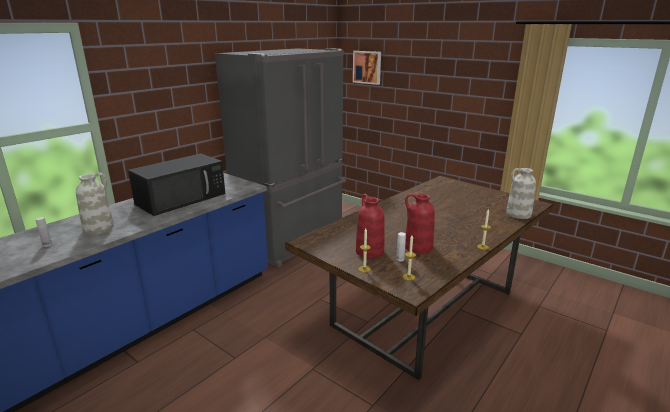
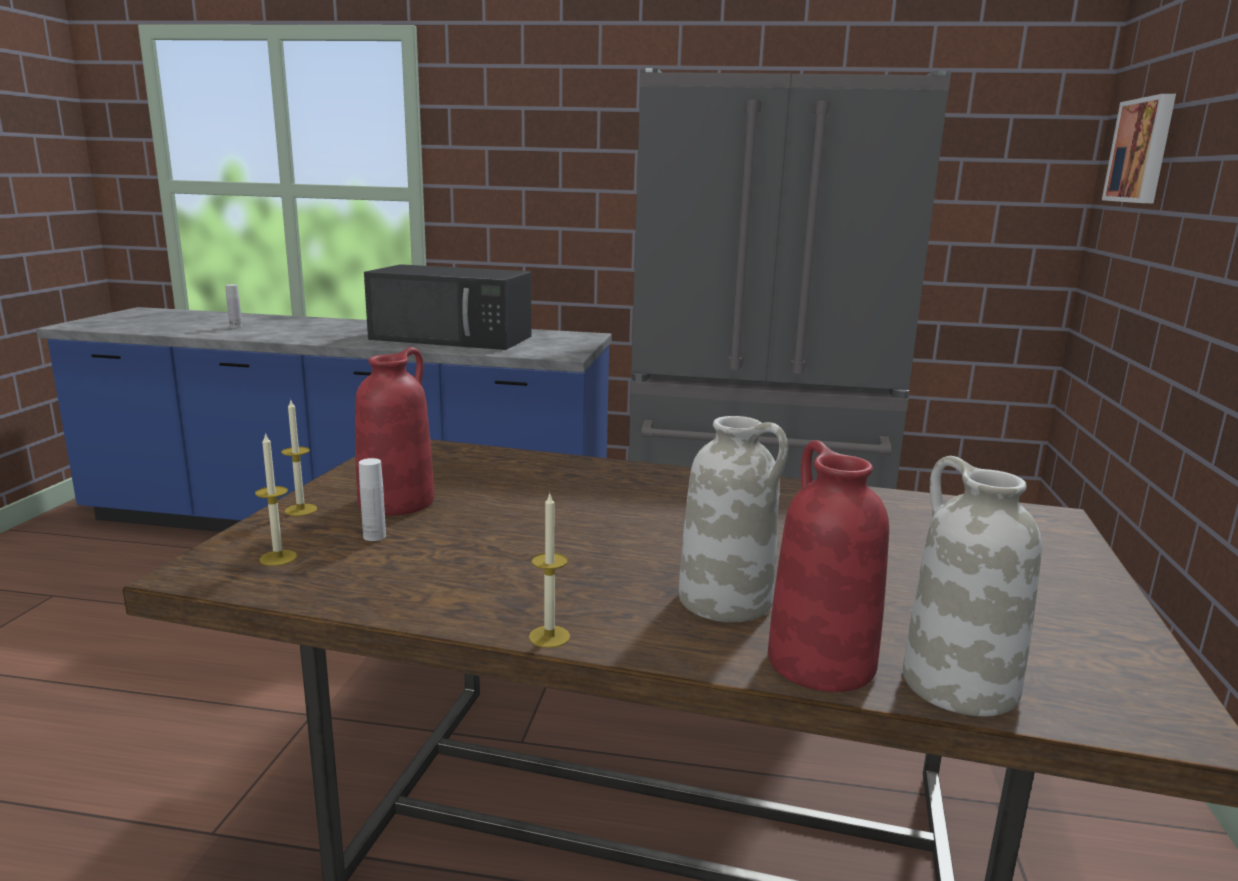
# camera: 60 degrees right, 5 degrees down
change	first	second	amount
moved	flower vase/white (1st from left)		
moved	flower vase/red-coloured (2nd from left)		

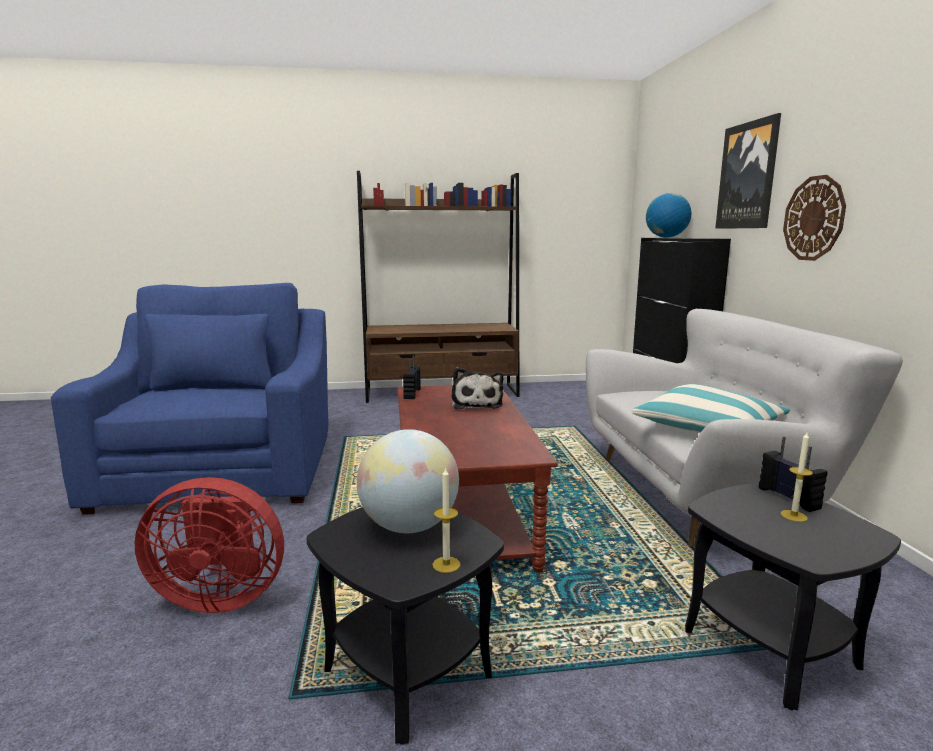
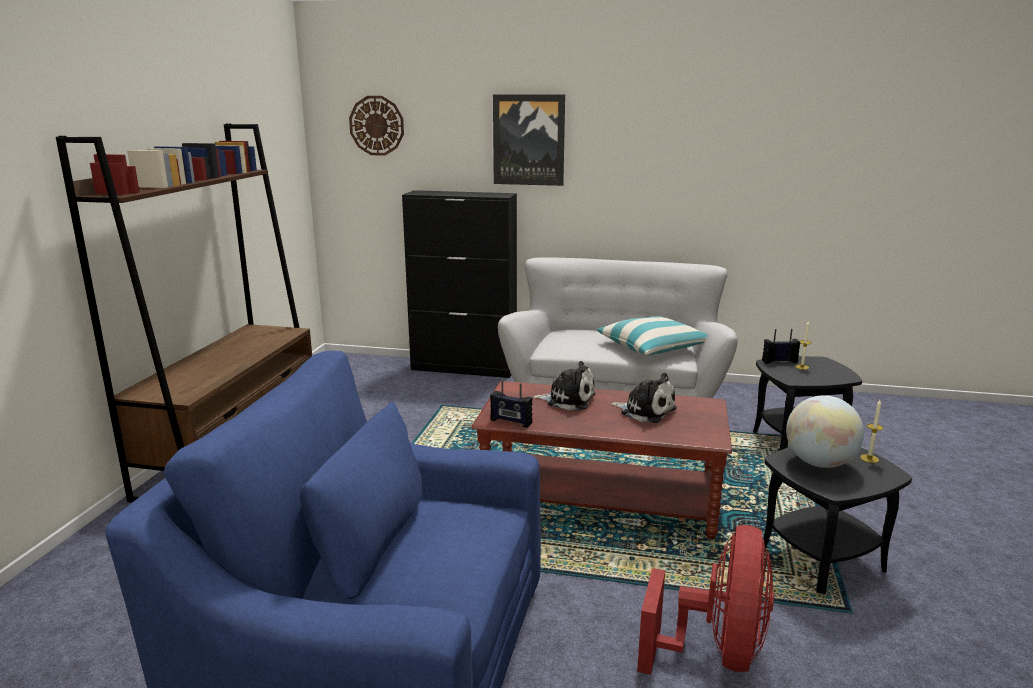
# camera: 70 degrees left, 5 degrees up
change	first	second	amount
moved	hanging clock		
added		cuddly toy (2nd from left)	
removed	world globe (2nd from left)		

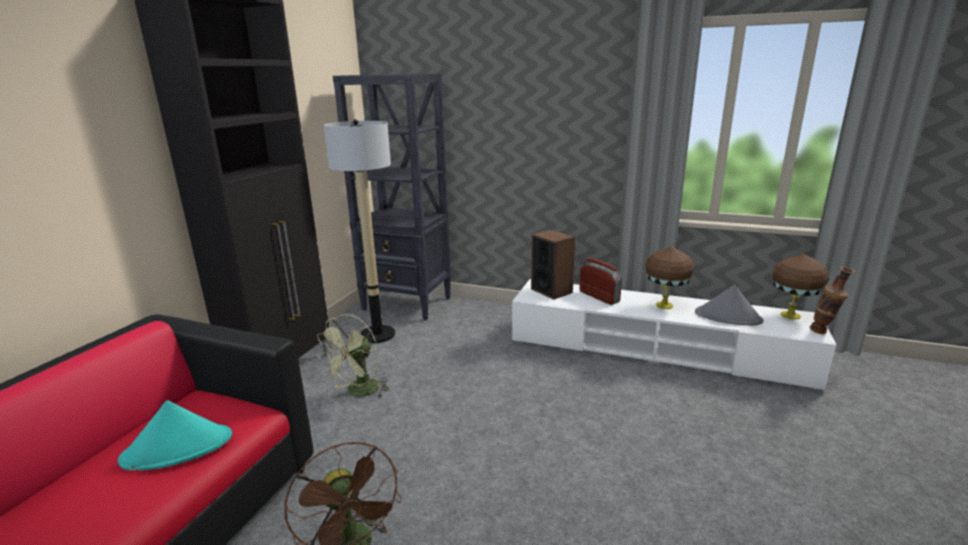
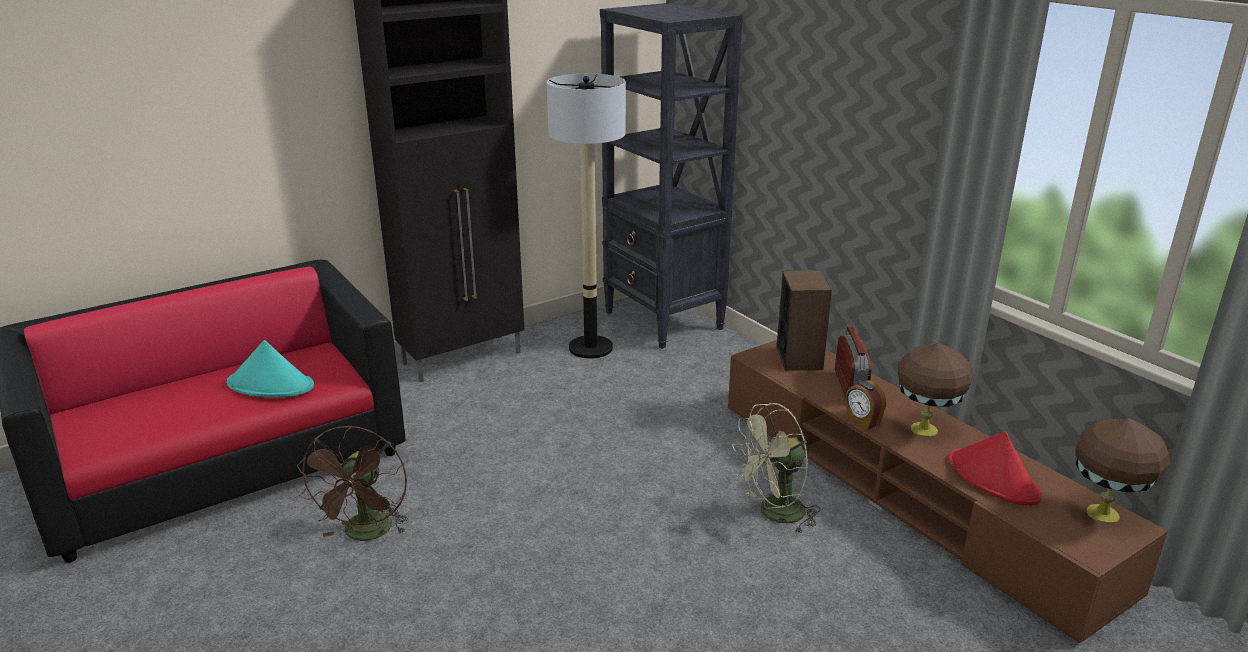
# camera: 35 degrees right, 5 degrees up
change	first	second	amount
recoloured	tv unit/white	tv unit/brown-coloured	
moved	cooling fan/green		
added		bedside clock	
recoloured	wearable hat/gray	wearable hat/red-coloured	
removed	flower vase		

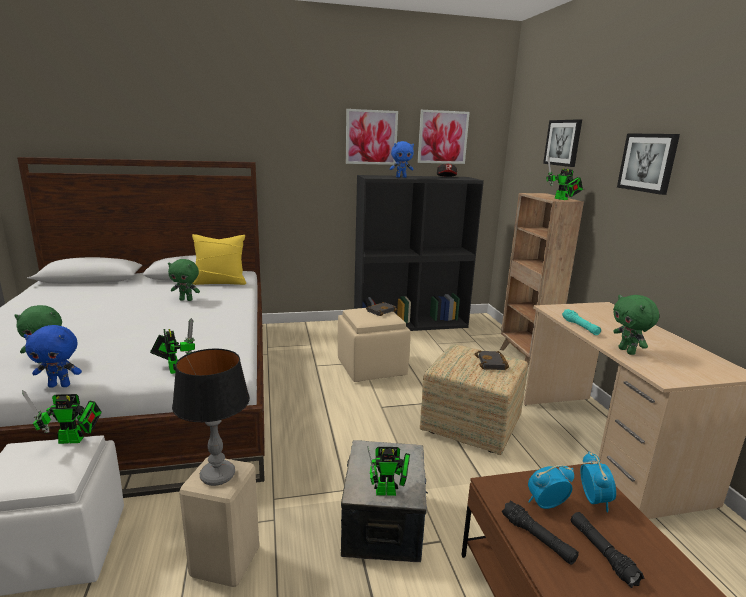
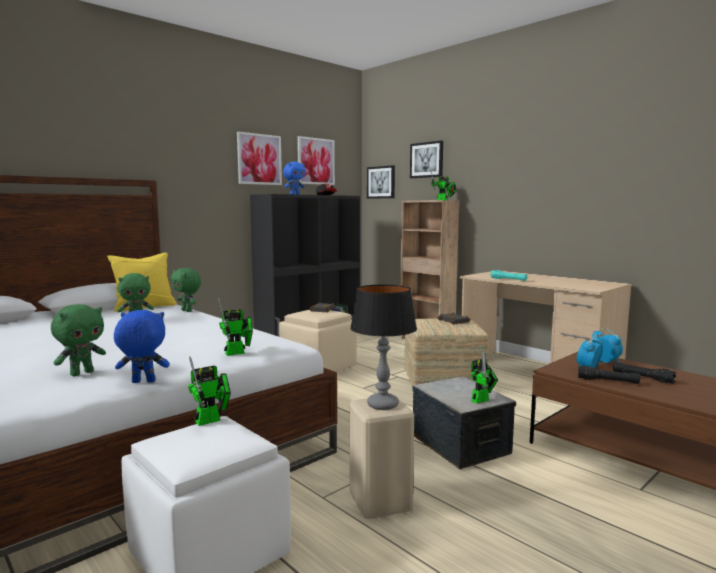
# camera: 30 degrees left, 10 degrees down
change	first	second	amount
turned	cuddly toy/blue-coloured (1st from left)		150 degrees counterclockwise
moved	cuddly toy/green (3rd from left)		
turned	model robot (2nd from left)		120 degrees clockwise
moved	picture (4th from left in the first image)	picture (3rd from left)	

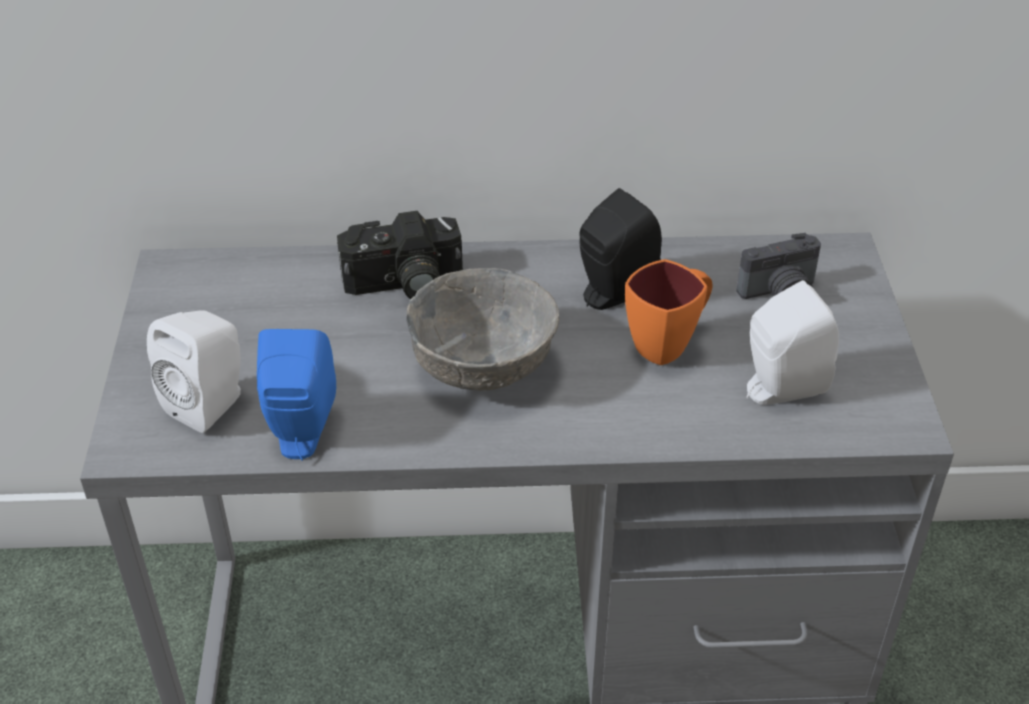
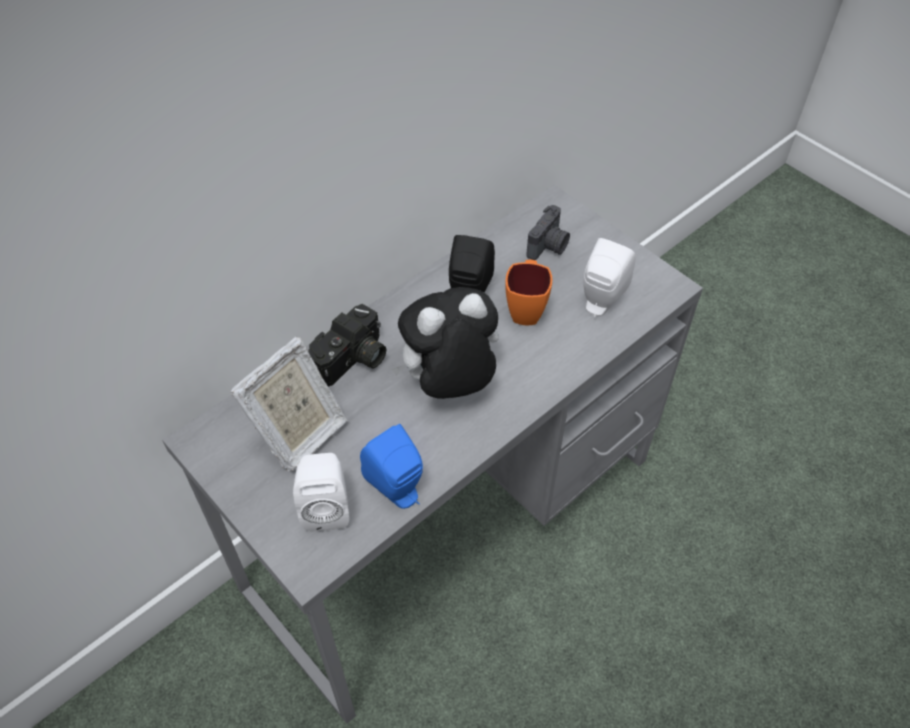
# camera: 40 degrees left, 10 degrees up
change	first	second	amount
added		photo frame	
replaced	bowl/gray	cuddly toy	

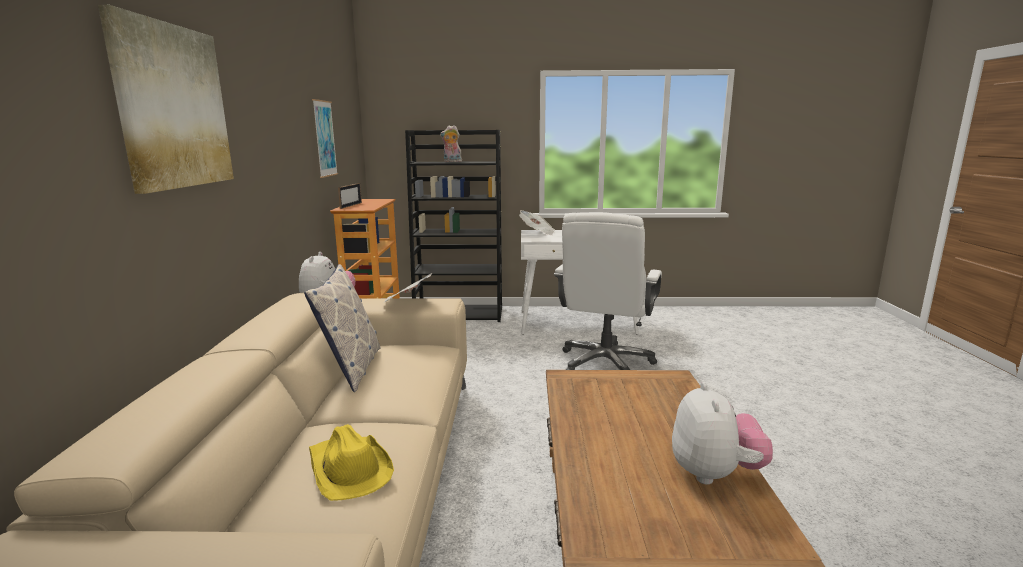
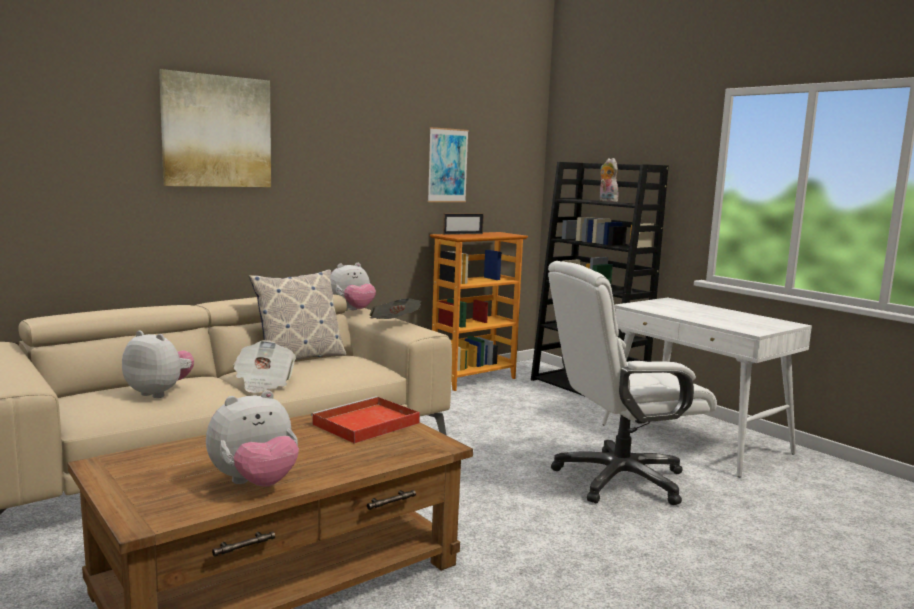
# camera: 50 degrees right, 5 degrees down
change	first	second	amount
replaced	wearable hat/yellow-coloured	cuddly toy (1st from left)	
moved	newspaper (2nd from left in the first image)	newspaper (1st from left)	
added		carrying tray/red-coloured	

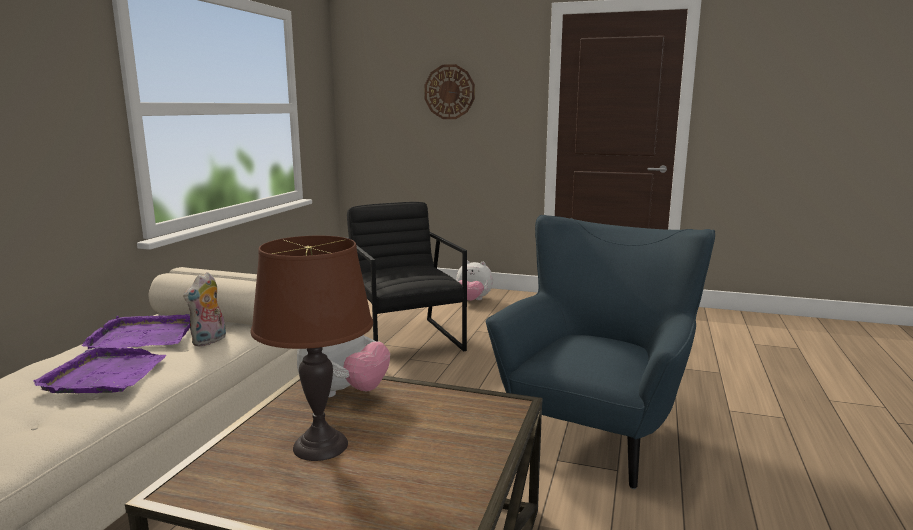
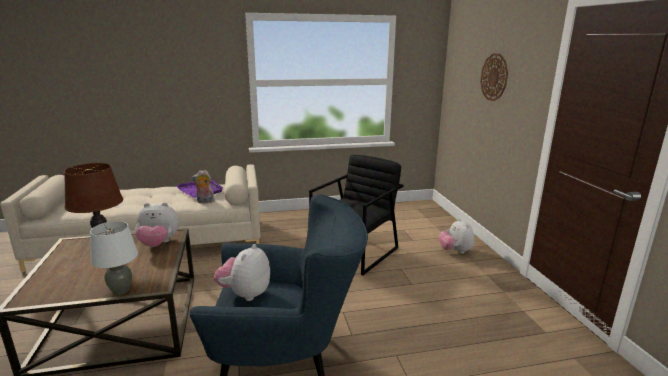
# camera: 60 degrees right, 5 degrees up
change	first	second	amount
added		table lamp/white	
added		cuddly toy (3rd from left)	
removed	carrying tray/purple (1st from left)		

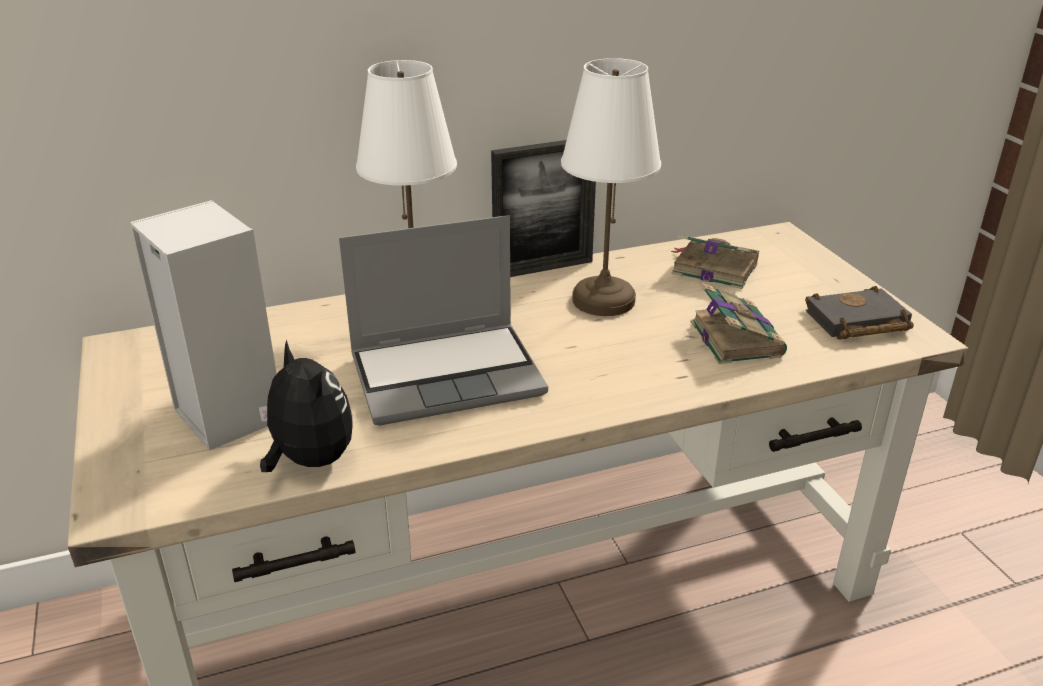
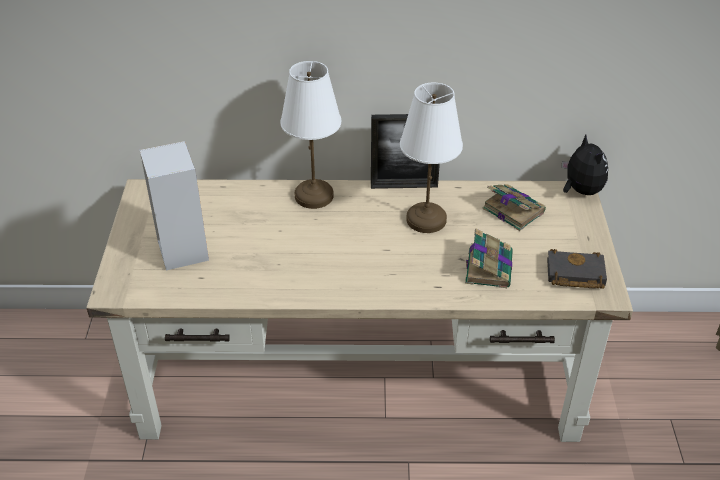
# camera: 20 degrees right, 10 degrees up
change	first	second	amount
moved	cuddly toy		
removed	portable computer		

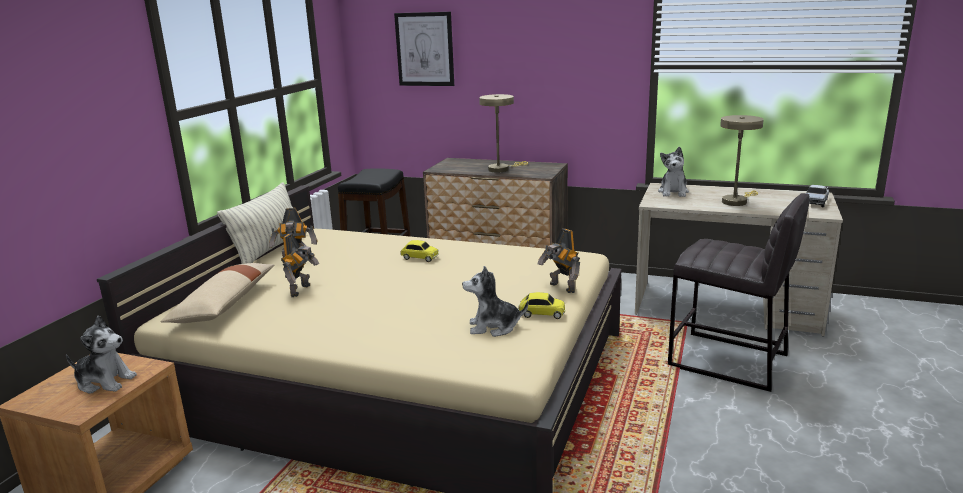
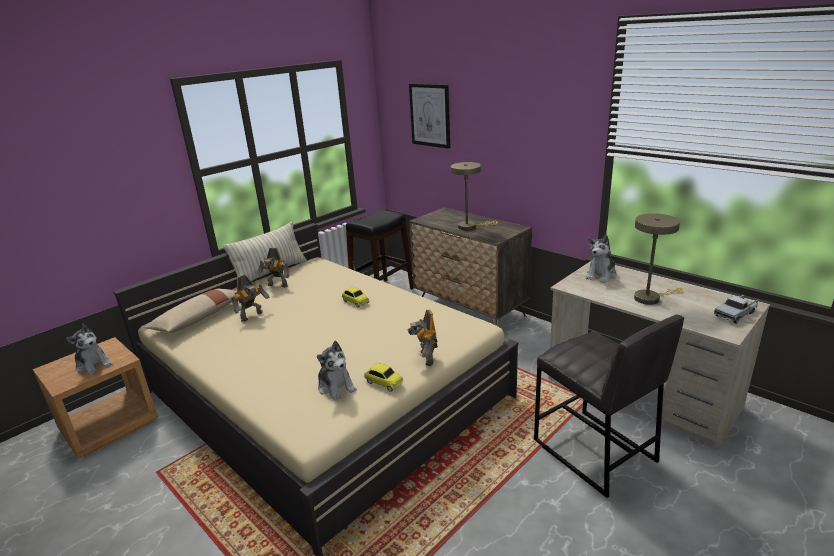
# camera: 25 degrees right, 5 degrees up
change	first	second	amount
turned	cuddly toy (2nd from left)		150 degrees counterclockwise

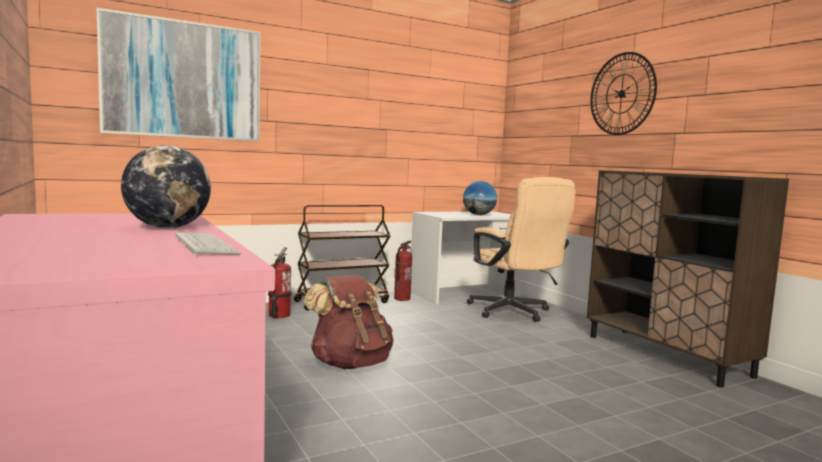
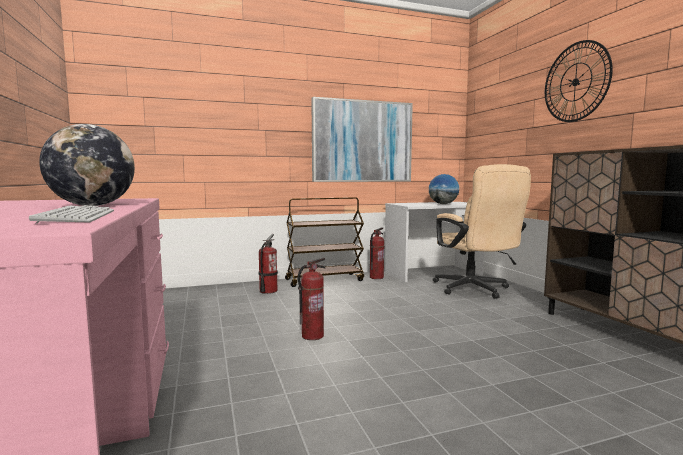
# camera: 10 degrees right, 0 degrees up
change	first	second	amount
replaced	backpack/brown-coloured	fire-fighting cylinder (2nd from left)	
moved	picture		

